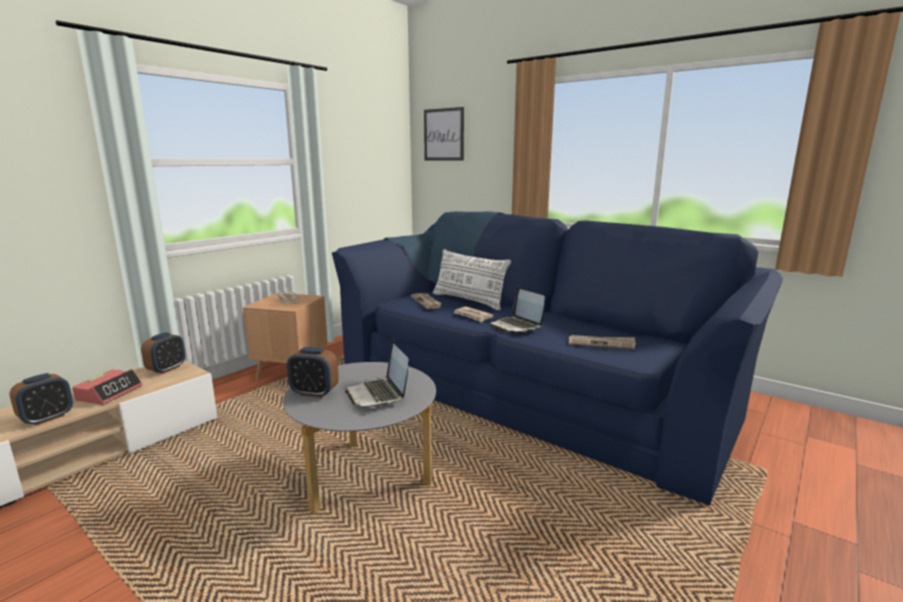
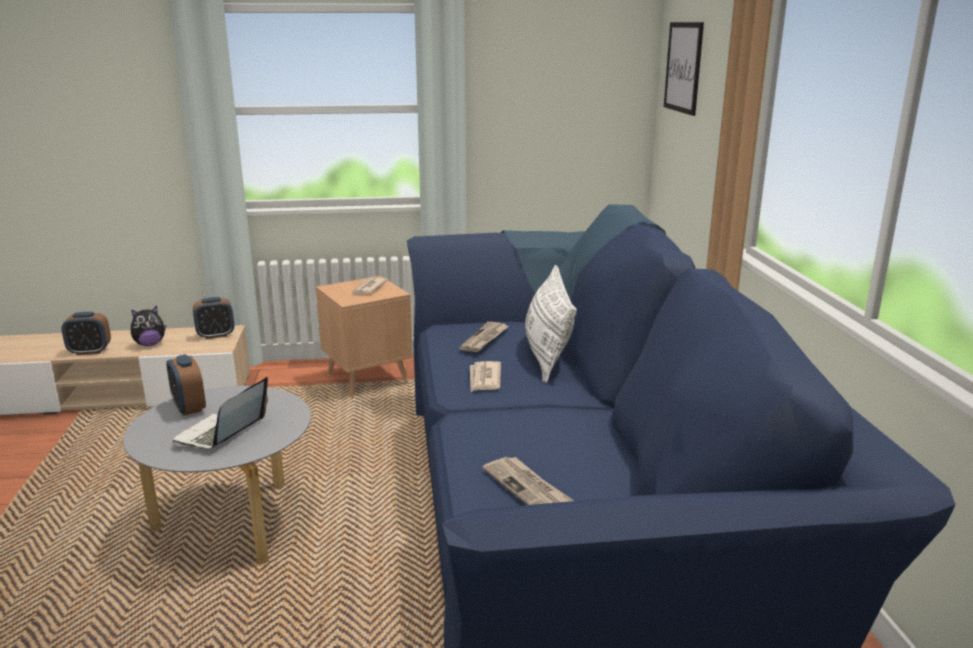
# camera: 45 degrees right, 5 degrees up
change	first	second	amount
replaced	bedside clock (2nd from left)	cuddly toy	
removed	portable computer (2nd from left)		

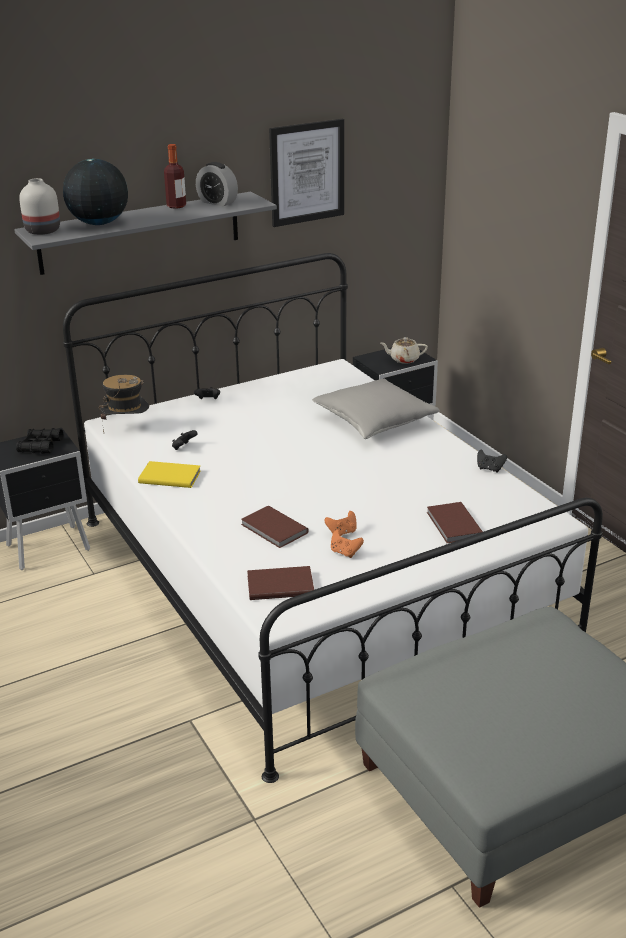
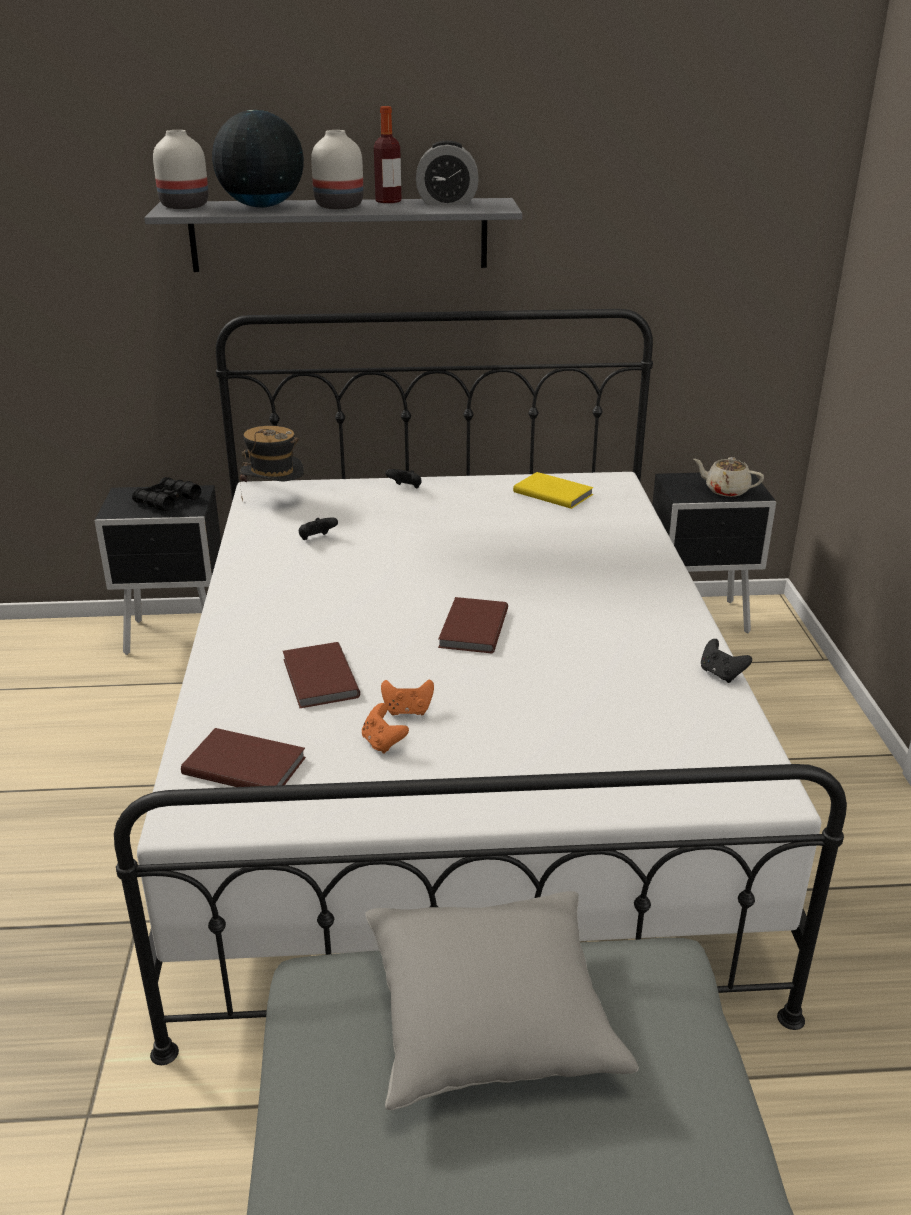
# camera: 25 degrees right, 0 degrees up
change	first	second	amount
added		flower vase/white (2nd from left)	
moved	throw pillow/gray		
turned	bedside clock		60 degrees counterclockwise
moved	volume/brown-coloured (3rd from left)		
moved	volume/yellow-coloured		
removed	picture		

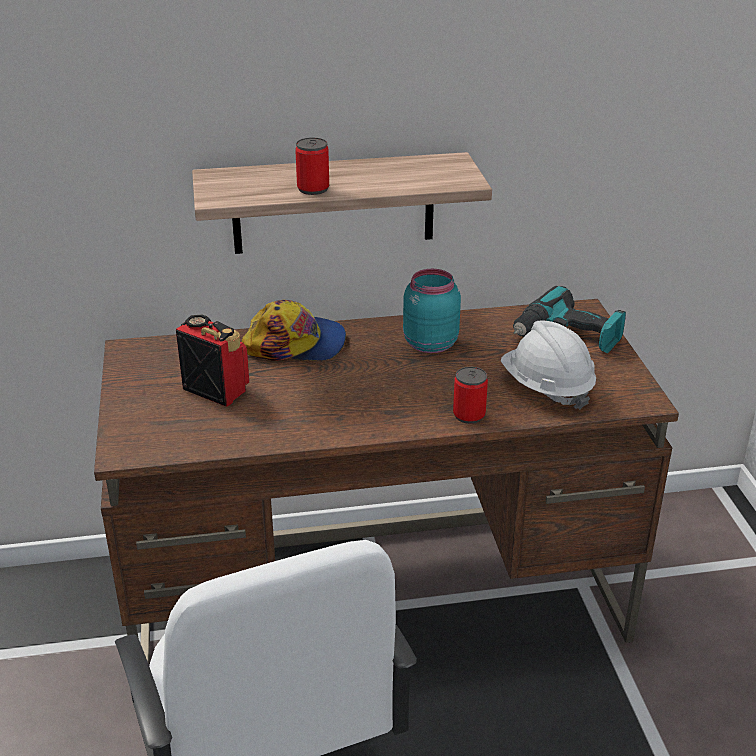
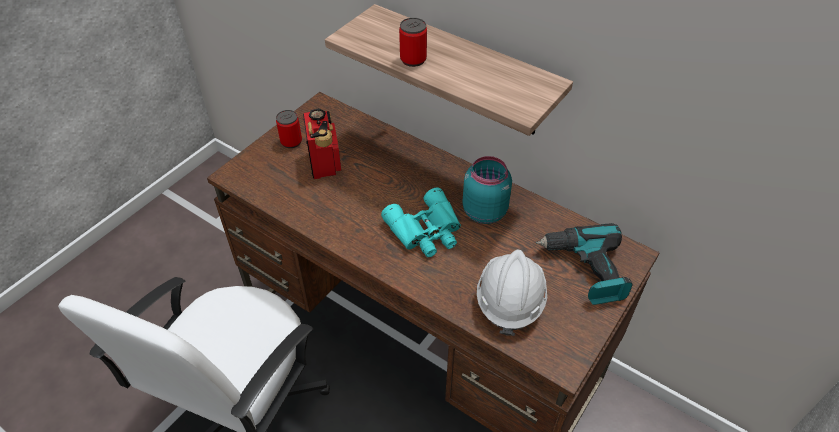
# camera: 45 degrees right, 15 degrees up
change	first	second	amount
moved	sealed can (2nd from left in the first image)	sealed can (1st from left)	
added		pair of binoculars/turquoise-coloured	
removed	cap		

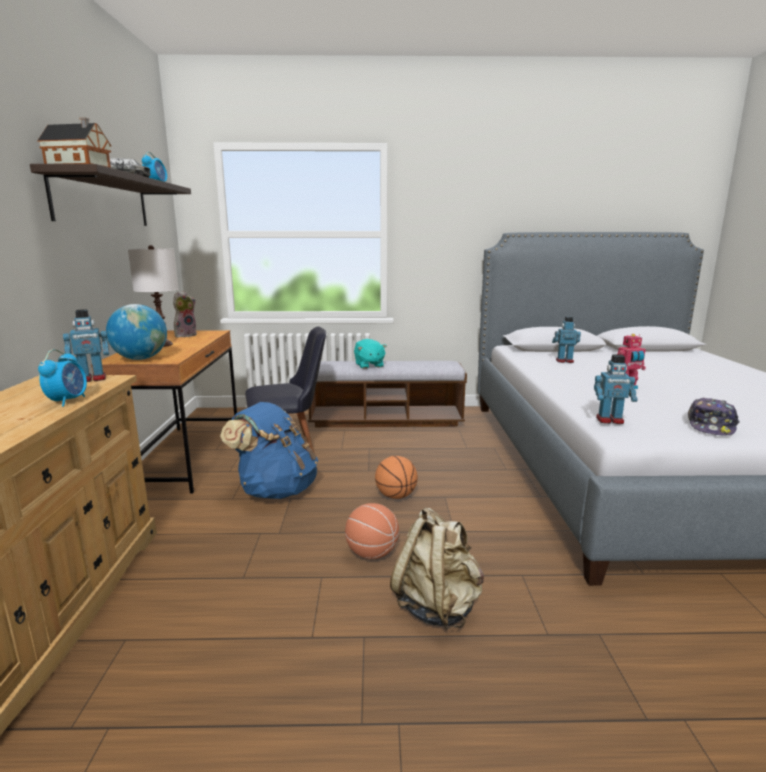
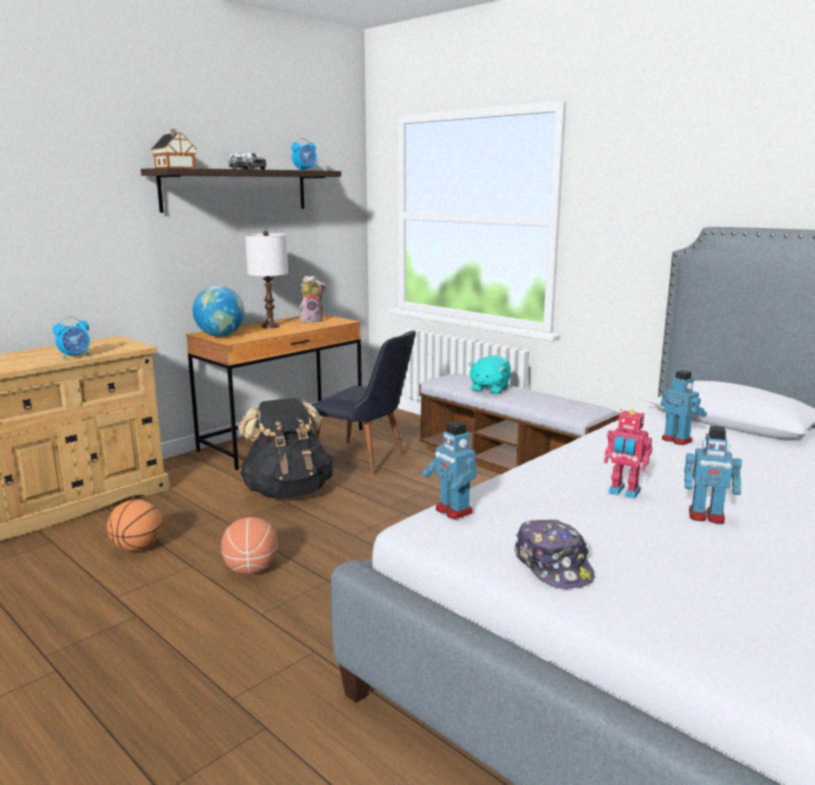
# camera: 45 degrees right, 0 degrees up
change	first	second	amount
moved	basketball (2nd from left in the first image)	basketball (1st from left)	
recoloured	backpack/blue-coloured	backpack/black	
turned	cap		90 degrees counterclockwise
moved	model robot (1st from left in the first image)	model robot (4th from left)	
removed	backpack/sand-coloured		

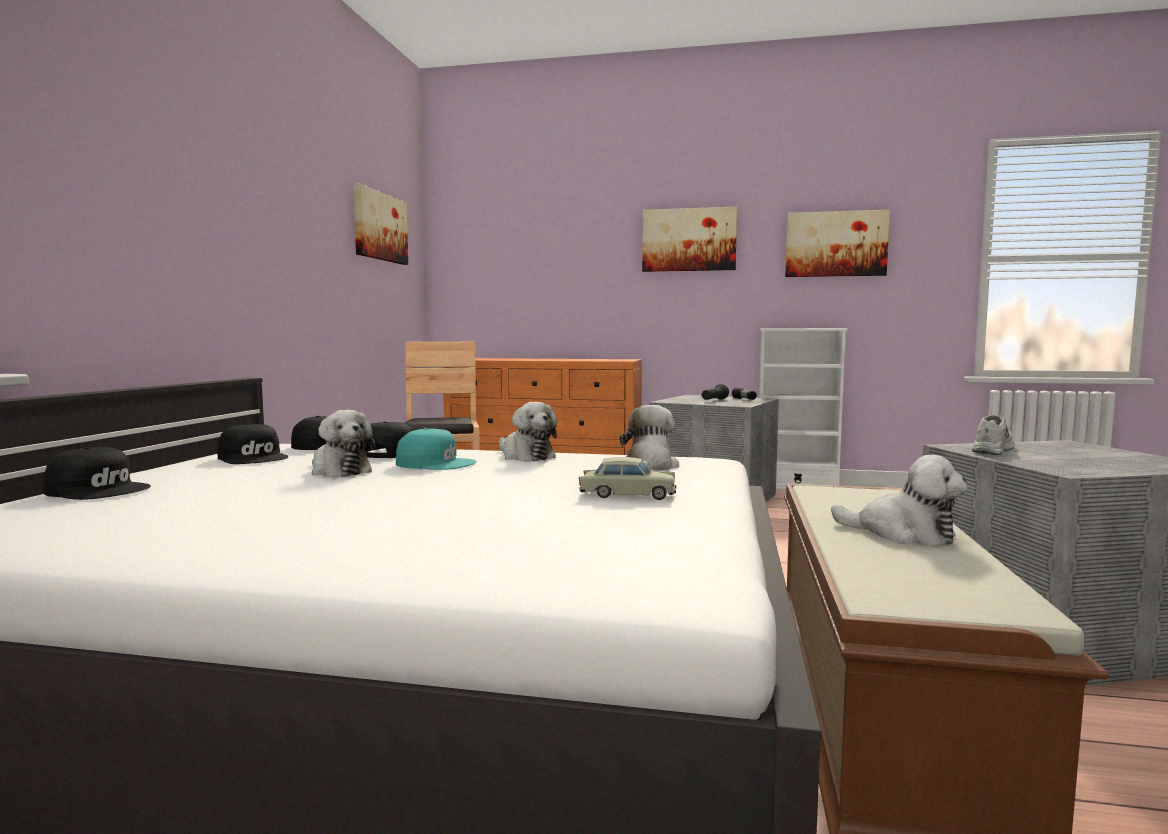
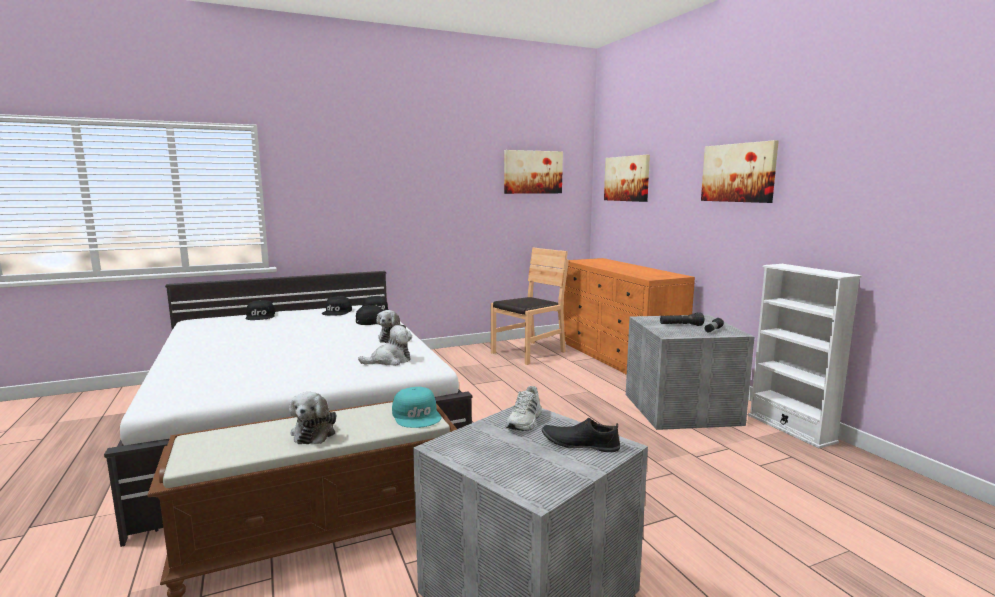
# camera: 55 degrees right, 5 degrees up
change	first	second	amount
moved	cap/turquoise-coloured		
turned	item of footwear/white		105 degrees clockwise
added		item of footwear/black	
moved	picture (3rd from left in the first image)	picture (2nd from left)	
removed	cuddly toy (1st from left)		
removed	model car/sand-coloured		

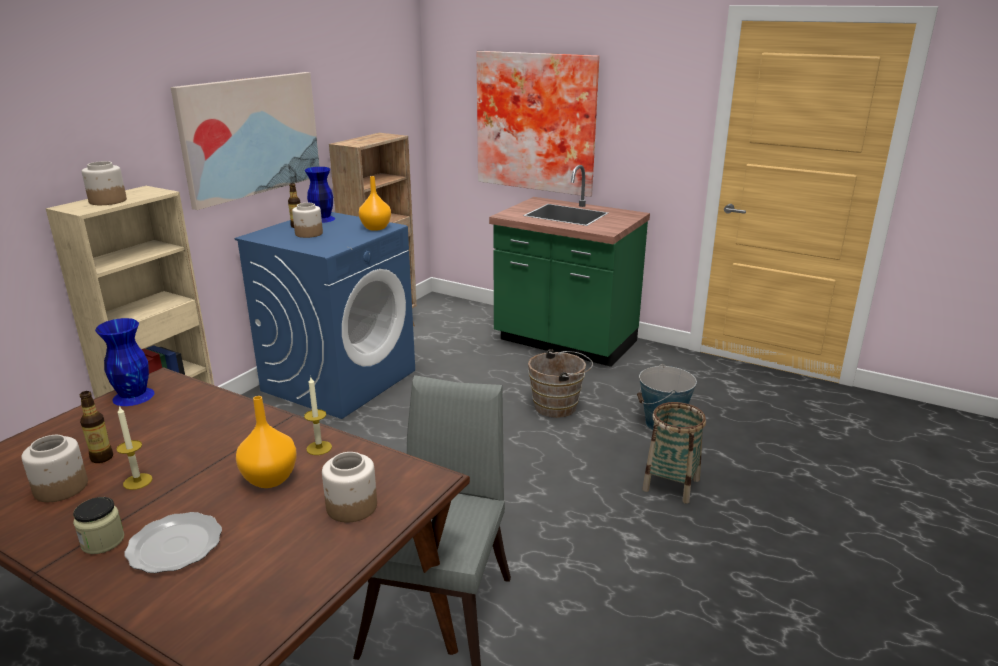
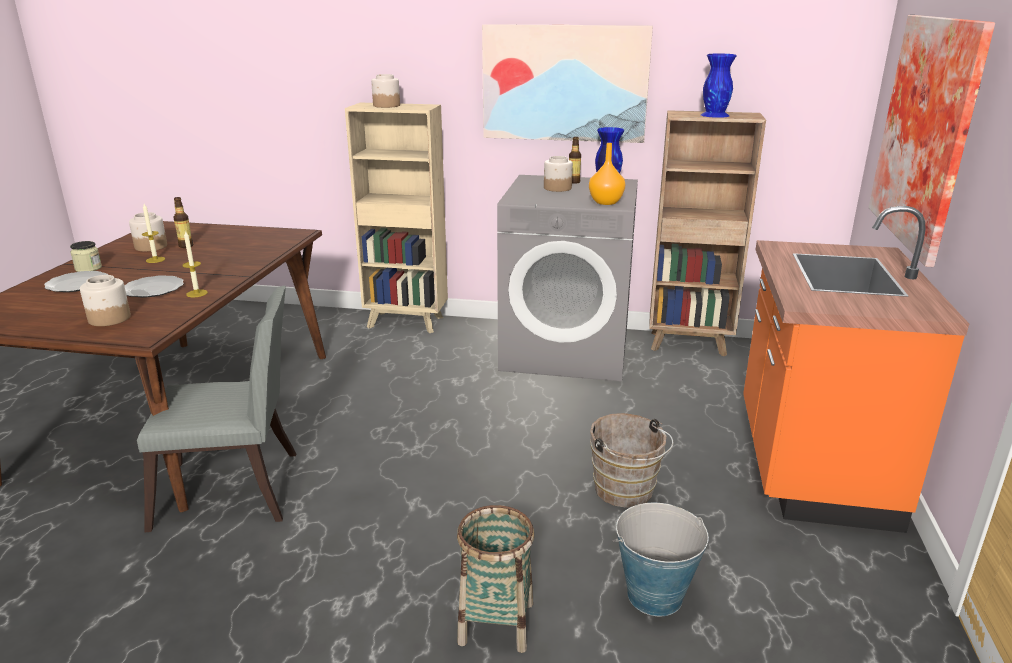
# camera: 70 degrees right, 0 degrees up
change	first	second	amount
replaced	flower vase/orange (1st from left)	plate (2nd from left)	
recoloured	washing machine/blue-coloured	washing machine/gray	
moved	flower vase/blue-coloured (1st from left in the first image)	flower vase/blue-coloured (2nd from left)	
recoloured	kitchen counter/green	kitchen counter/orange	

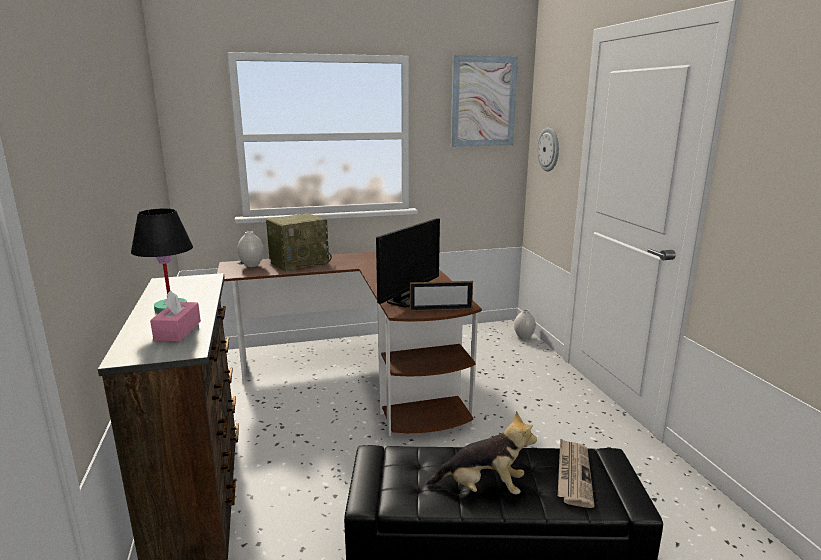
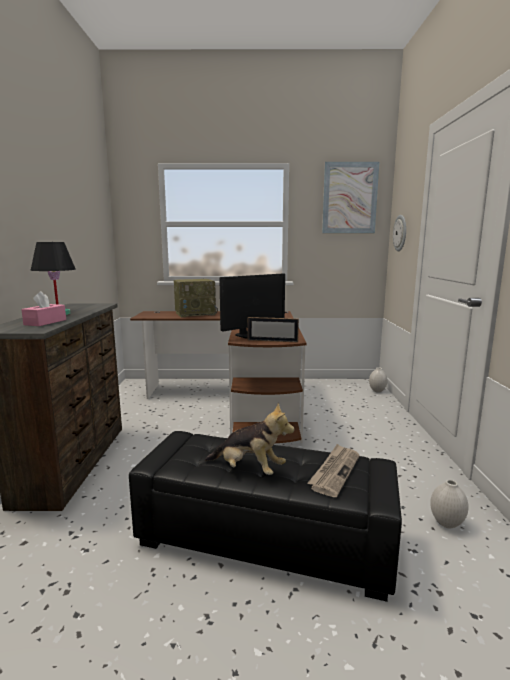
# camera: 15 degrees right, 5 degrees down
change	first	second	amount
moved	flower vase/white (1st from left in the first image)	flower vase/white (2nd from left)	

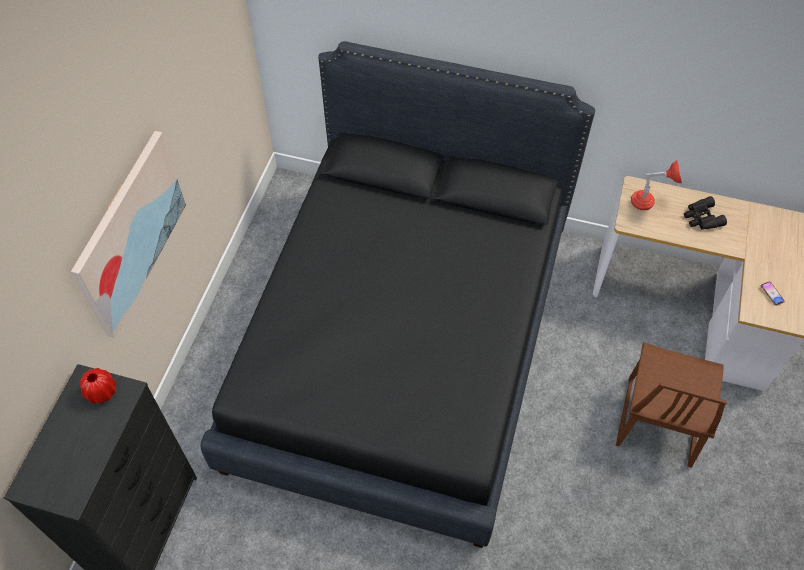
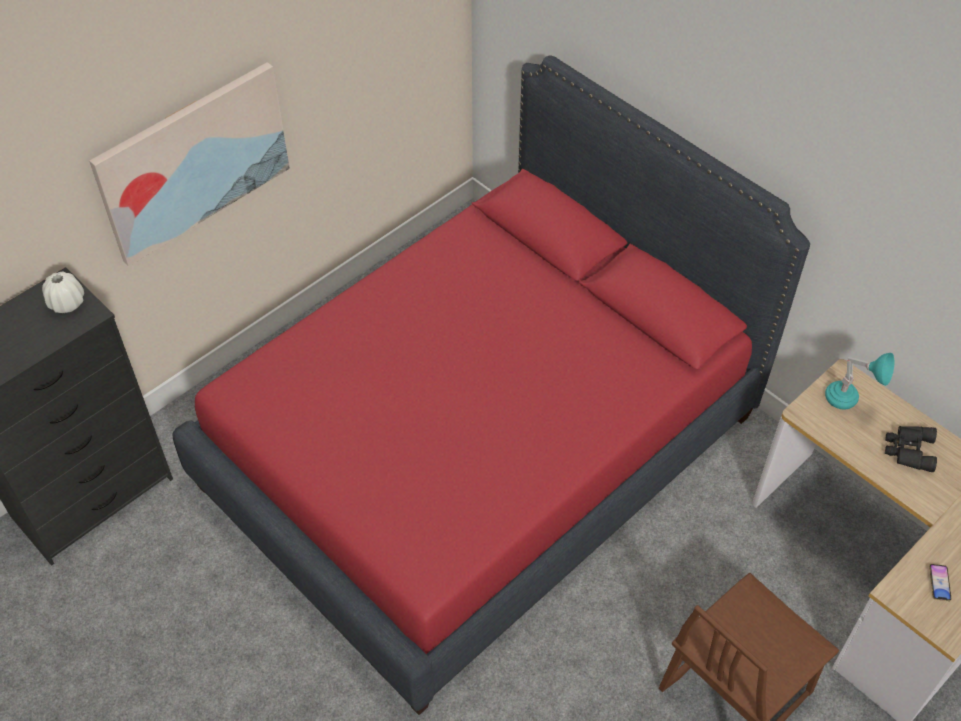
# camera: 30 degrees right, 5 degrees down
change	first	second	amount
recoloured	flower vase/red-coloured	flower vase/white	
recoloured	bedroom bed/black	bedroom bed/red-coloured	
recoloured	table lamp/red-coloured	table lamp/turquoise-coloured	

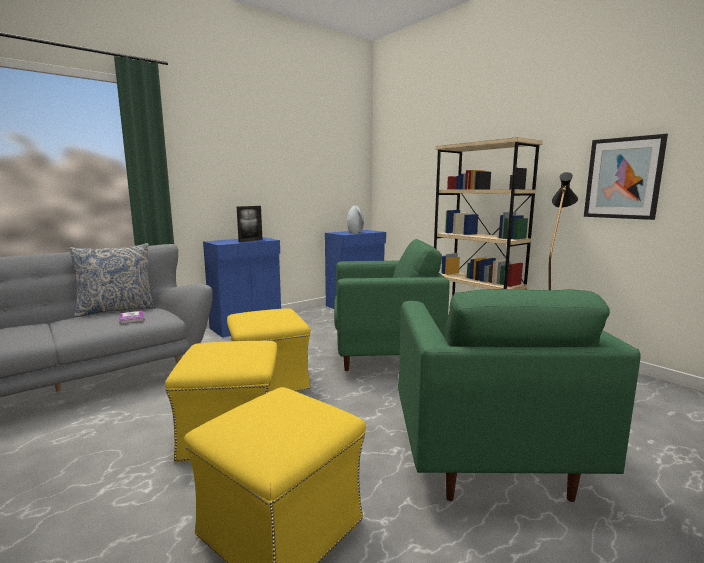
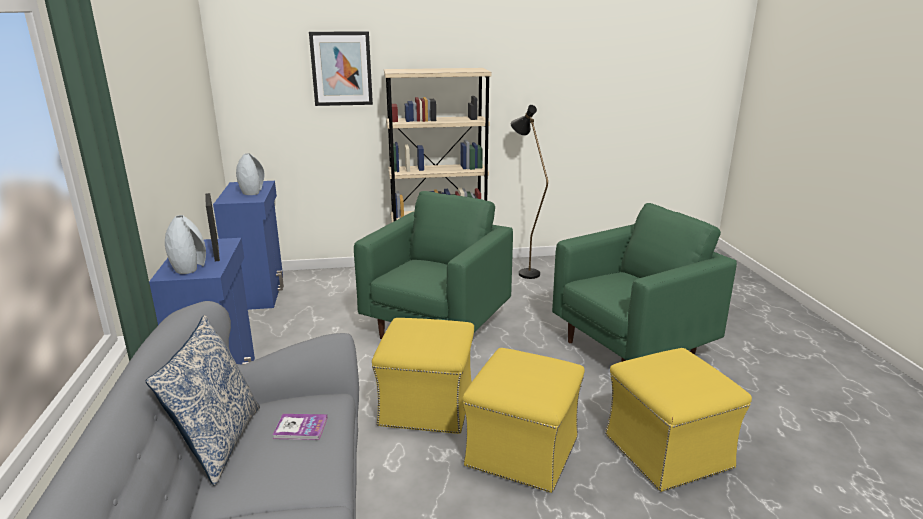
# camera: 60 degrees left, 10 degrees up
change	first	second	amount
added		flower vase/gray (1st from left)	
moved	picture		
turned	armchair/green (2nd from left)		60 degrees counterclockwise

